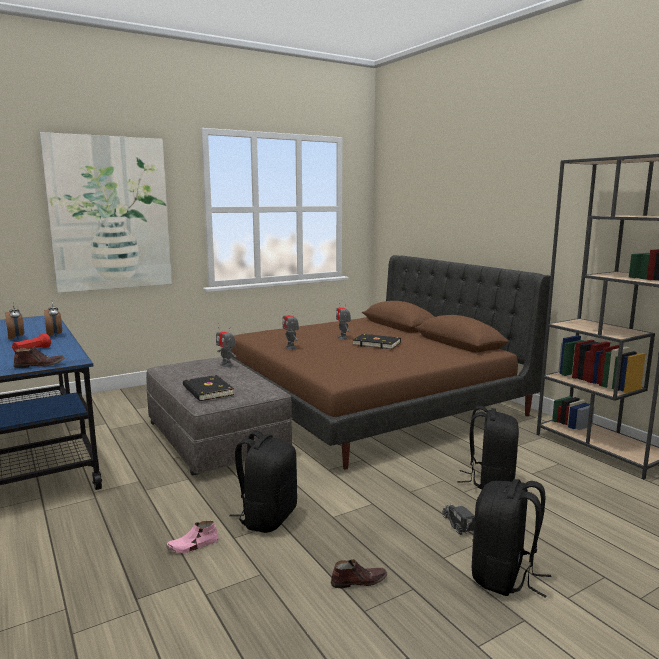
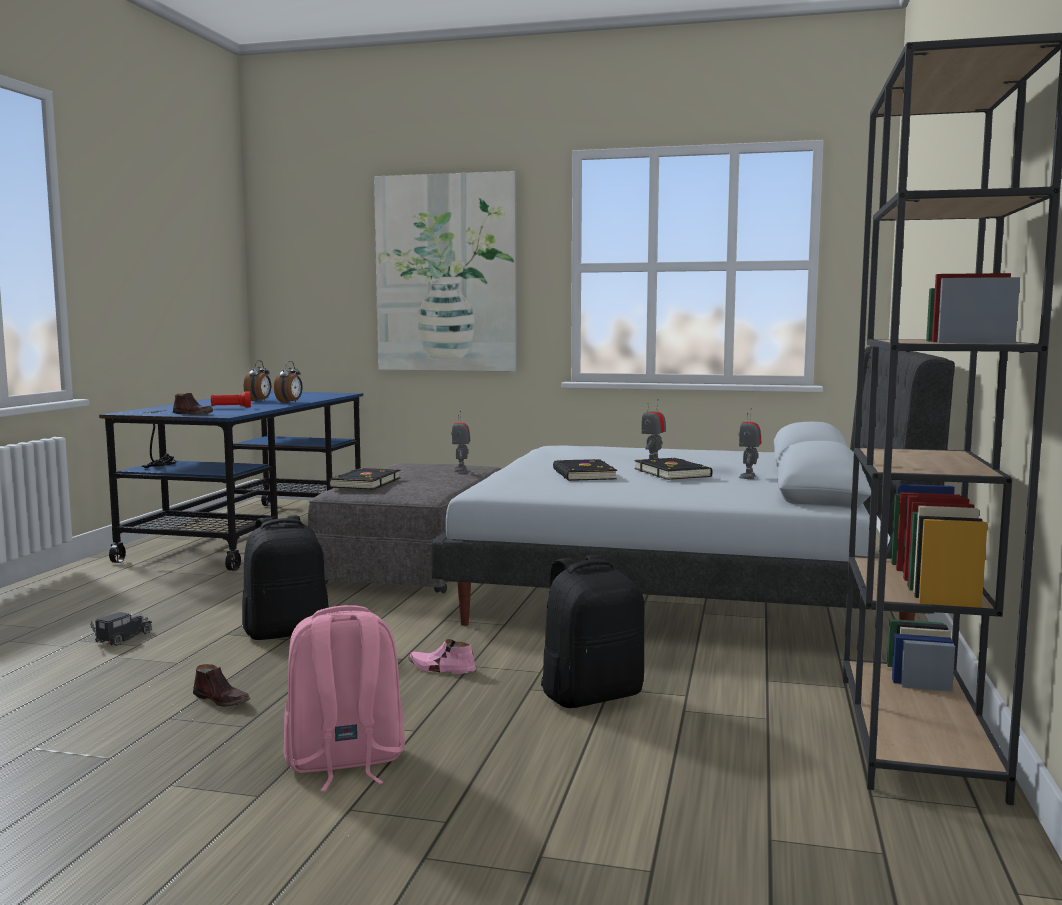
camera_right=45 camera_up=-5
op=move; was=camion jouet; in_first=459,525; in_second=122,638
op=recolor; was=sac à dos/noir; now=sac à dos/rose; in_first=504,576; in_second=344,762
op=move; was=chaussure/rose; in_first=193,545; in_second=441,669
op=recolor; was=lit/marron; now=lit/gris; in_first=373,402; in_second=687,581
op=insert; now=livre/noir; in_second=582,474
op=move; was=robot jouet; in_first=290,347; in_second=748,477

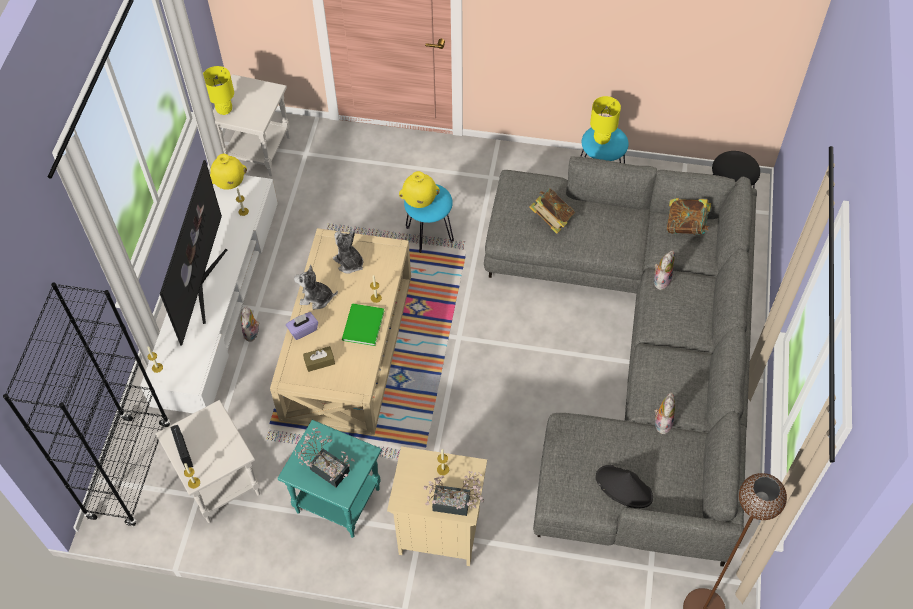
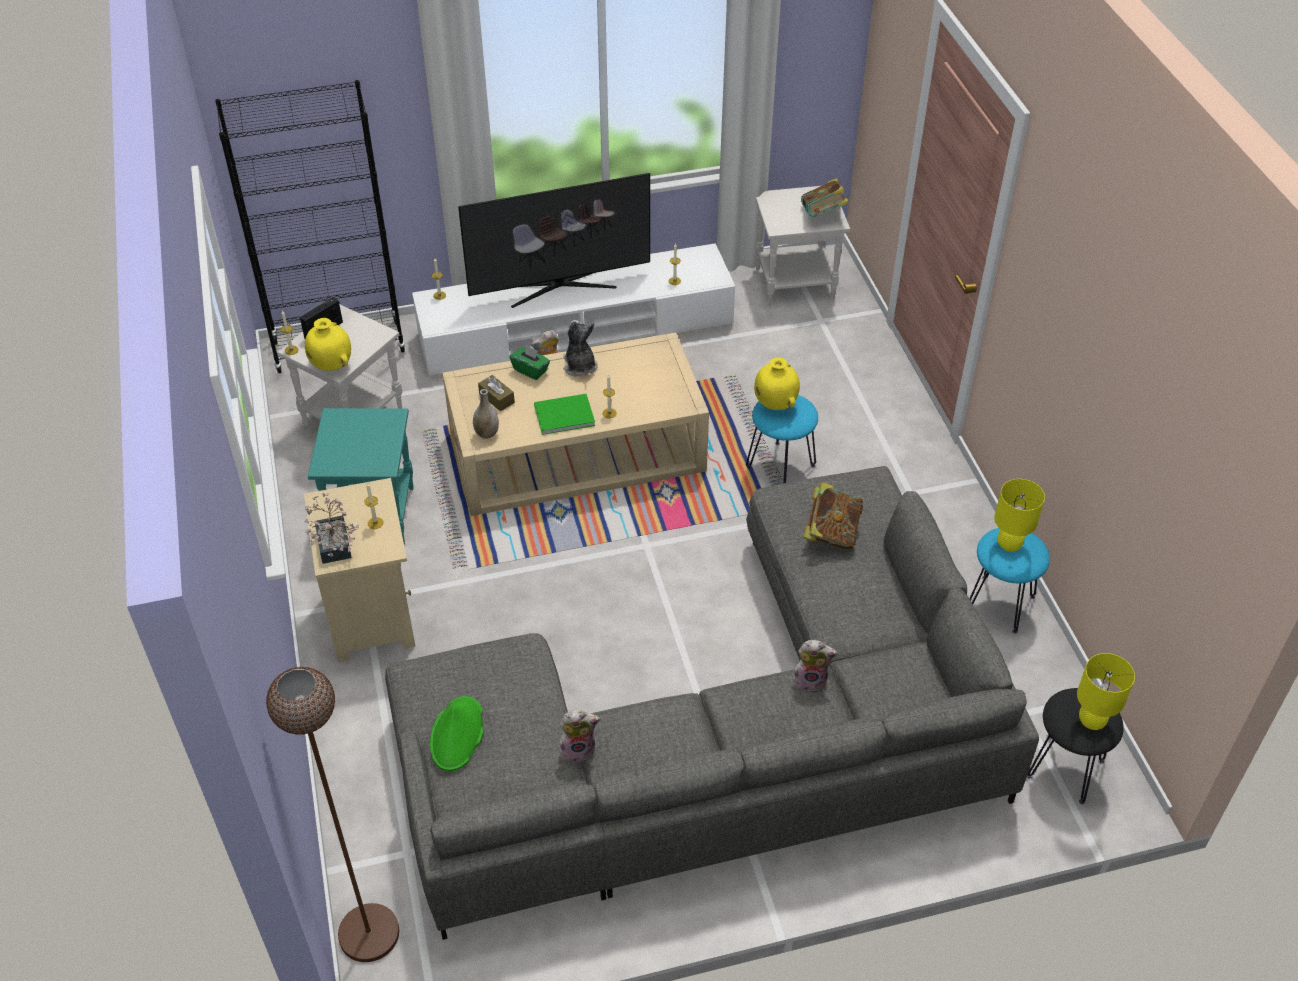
camera_right=65 camera_up=-10
op=move; was=vase/jaune; in_first=229,184; in_second=331,365
op=recolor; was=chapeau/noir; now=chapeau/vert; in_first=624,487; in_second=457,735
op=insert; now=vase/gris; in_second=487,433
op=recolor; was=boîte à mouchoirs/violet; now=boîte à mouchoirs/vert; in_first=303,330; in_second=530,370
op=move; was=livre; in_first=686,226; in_second=823,215
op=move; was=lampe de table/jaune; in_first=225,110; in_second=1092,722
op=delete; was=plante en pot; in_first=326,467
op=delete; was=peluche; in_first=349,262

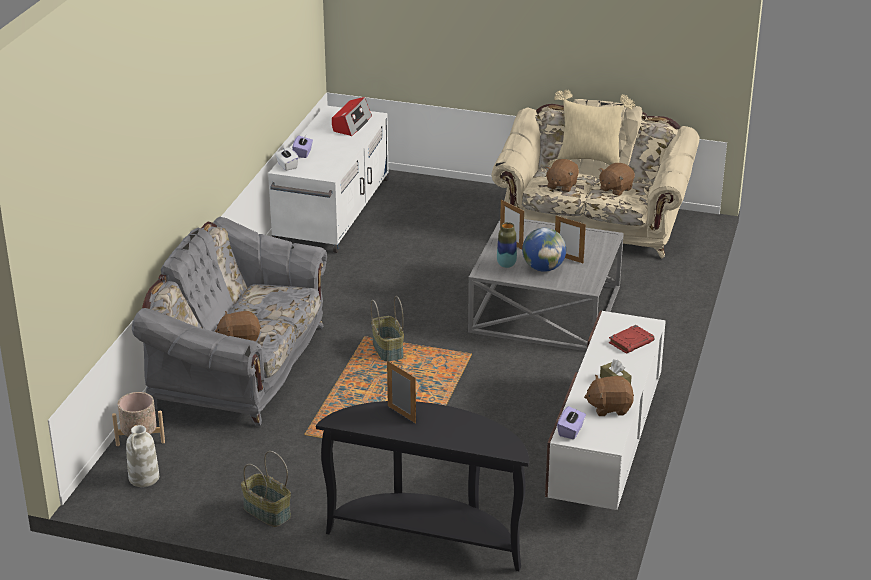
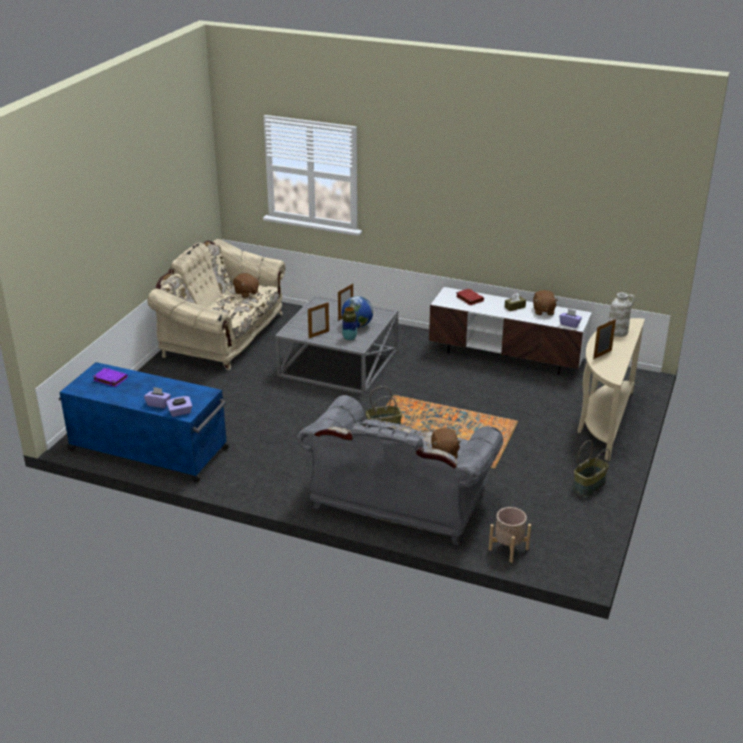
camera_right=-85 camera_up=0
op=recolor; was=meuble de rangement/blanc; now=meuble de rangement/bleu; in_first=333,210; in_second=148,449
op=replace; was=radio; now=livre/violet; in_first=351,124; in_second=110,379
op=recolor; was=boîte à mouchoirs/blanc; now=boîte à mouchoirs/violet; in_first=287,165; in_second=180,412
op=recolor; was=table console/noir; now=table console/beige; in_first=429,535; in_second=603,421
op=move; was=vase/blanc; in_first=144,478; in_second=617,331
op=delete; was=peluche/marron; in_first=561,186
op=delete; was=coussin/beige; in_first=589,169

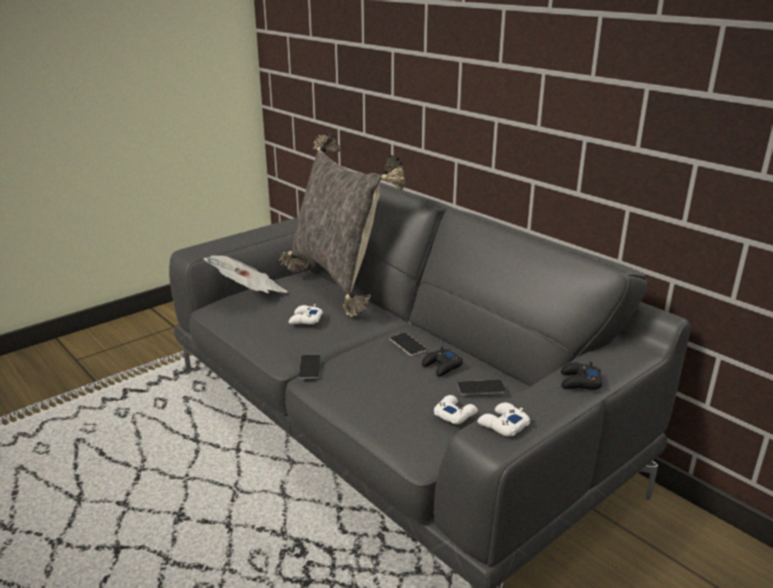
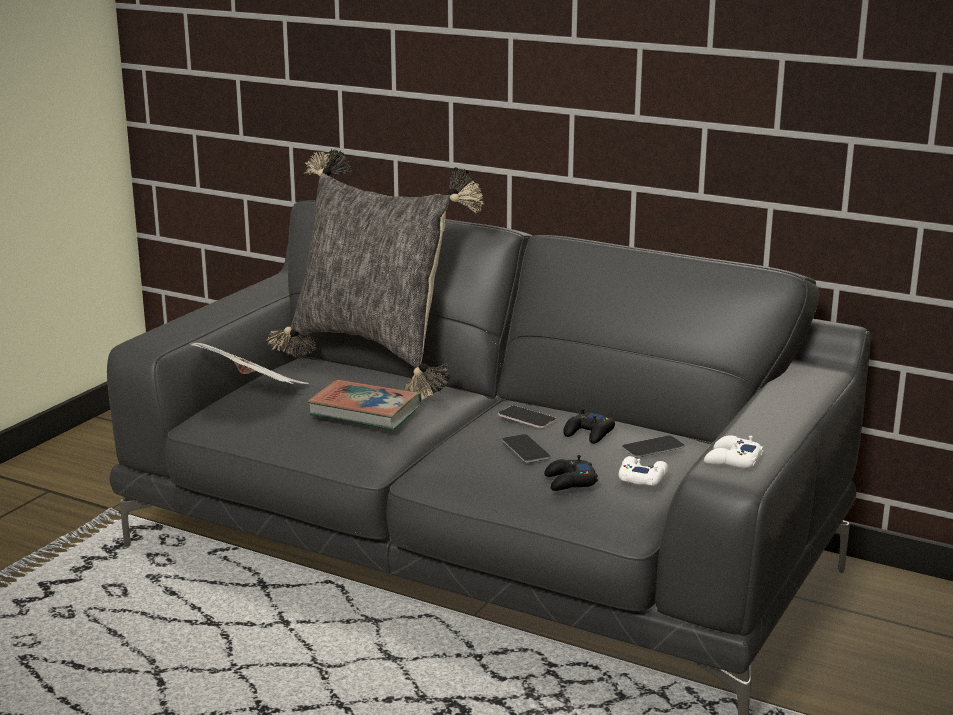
camera_right=-20 camera_up=-5
op=replace; was=manette/blanc; now=livre; in_first=305,320; in_second=365,411
op=move; was=téléphone; in_first=310,367; in_second=525,449
op=move; was=manette/noir; in_first=579,382; in_second=570,482

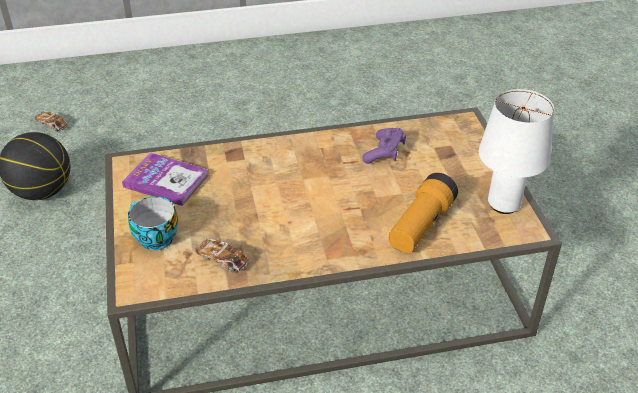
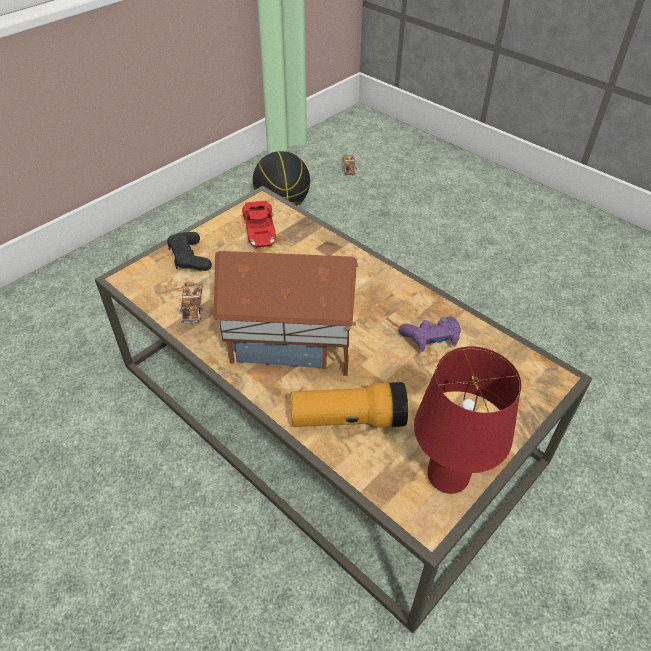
camera_right=55 camera_up=5
op=replace; was=tasse; now=manette/noir; in_first=153,238; in_second=189,258
op=insert; now=maison miniature; in_second=291,345
op=replace; was=livre; now=petite voiture/rouge; in_first=166,181; in_second=260,229
op=recolor; was=lampe de table/blanc; now=lampe de table/rouge; in_first=502,204; in_second=447,476

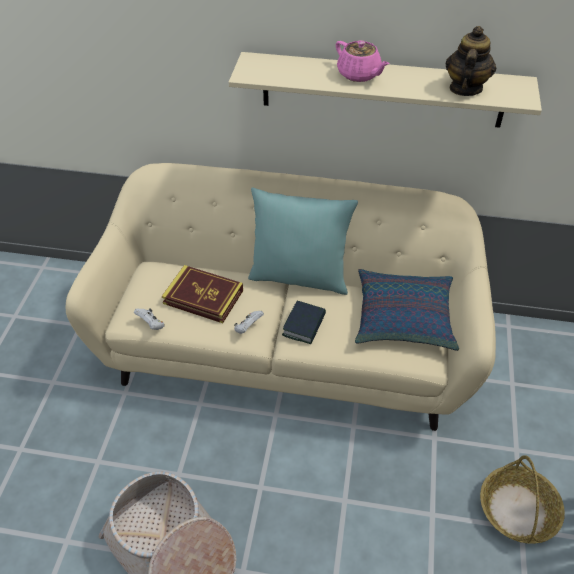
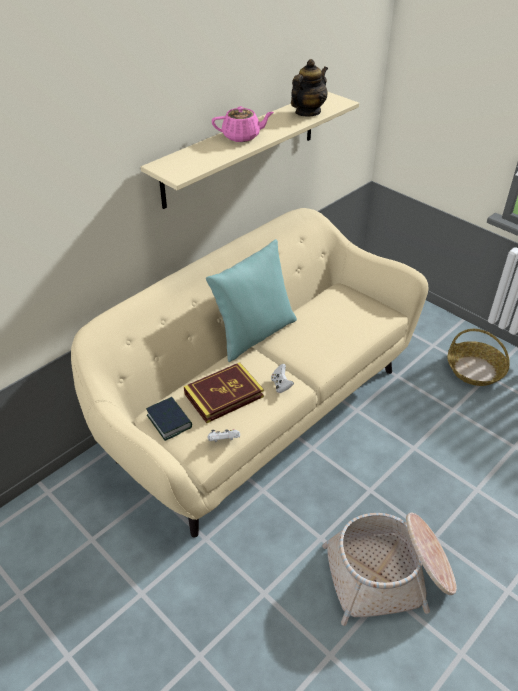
camera_right=-55 camera_up=-5
op=move; was=livre; in_first=304,325; in_second=169,421
op=rotate; was=théière; in_first=465,88; in_second=307,112; clockwise=75
op=delete; was=coussin/bleu; in_first=403,318

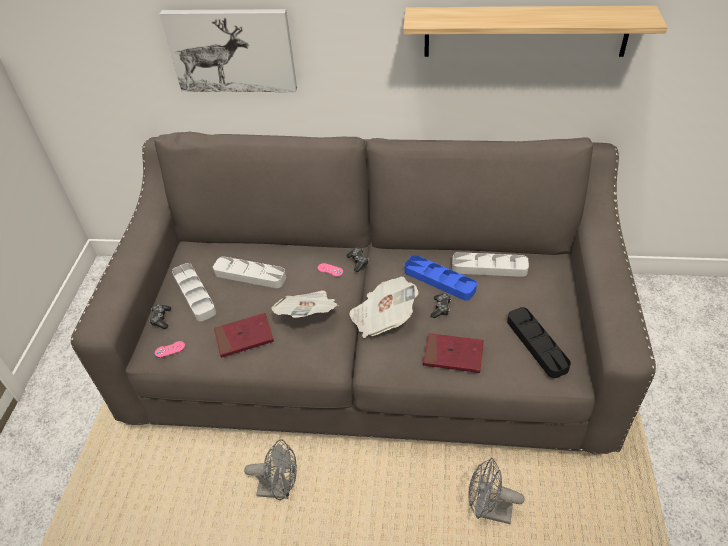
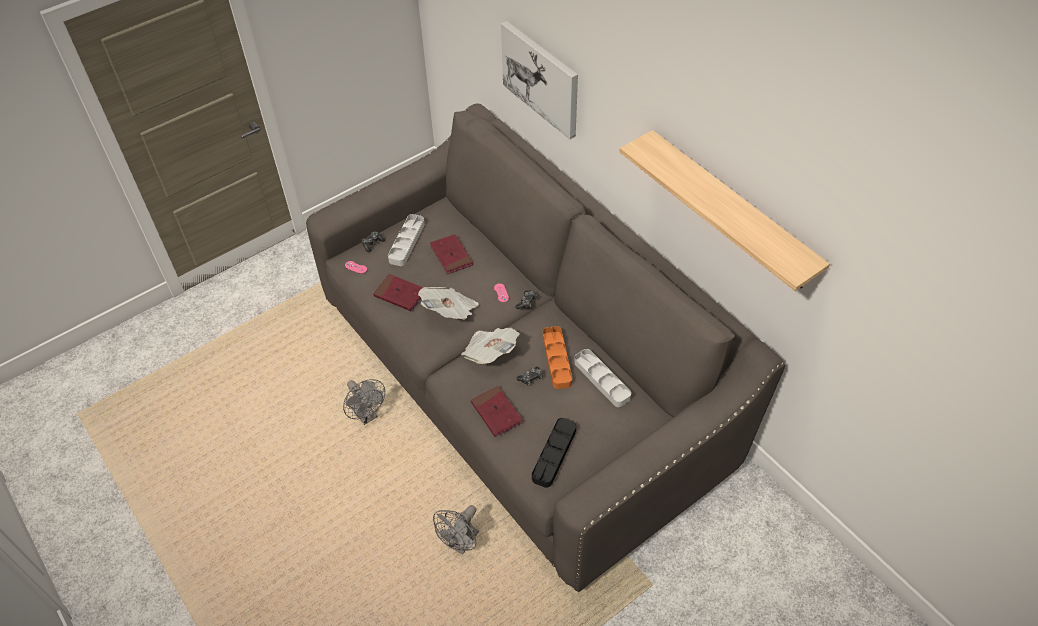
camera_right=45 camera_up=5
op=replace; was=plateau/gris; now=livre/rouge; in_first=250,275; in_second=451,255
op=rotate; was=ventilateur/gris; in_first=488,510; in_second=461,544; clockwise=-120
op=recolor; was=plateau/bleu; now=plateau/orange; in_first=439,280; in_second=557,359

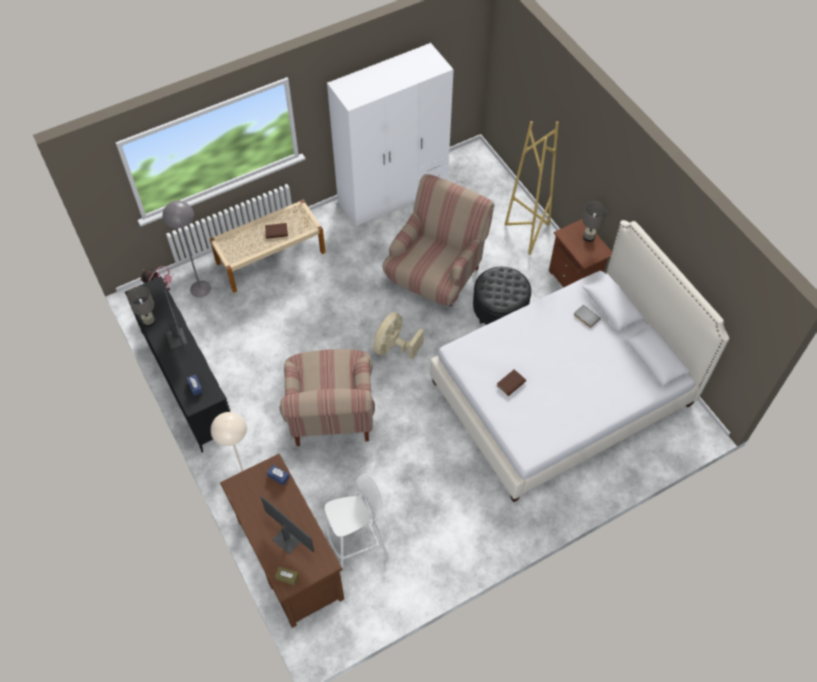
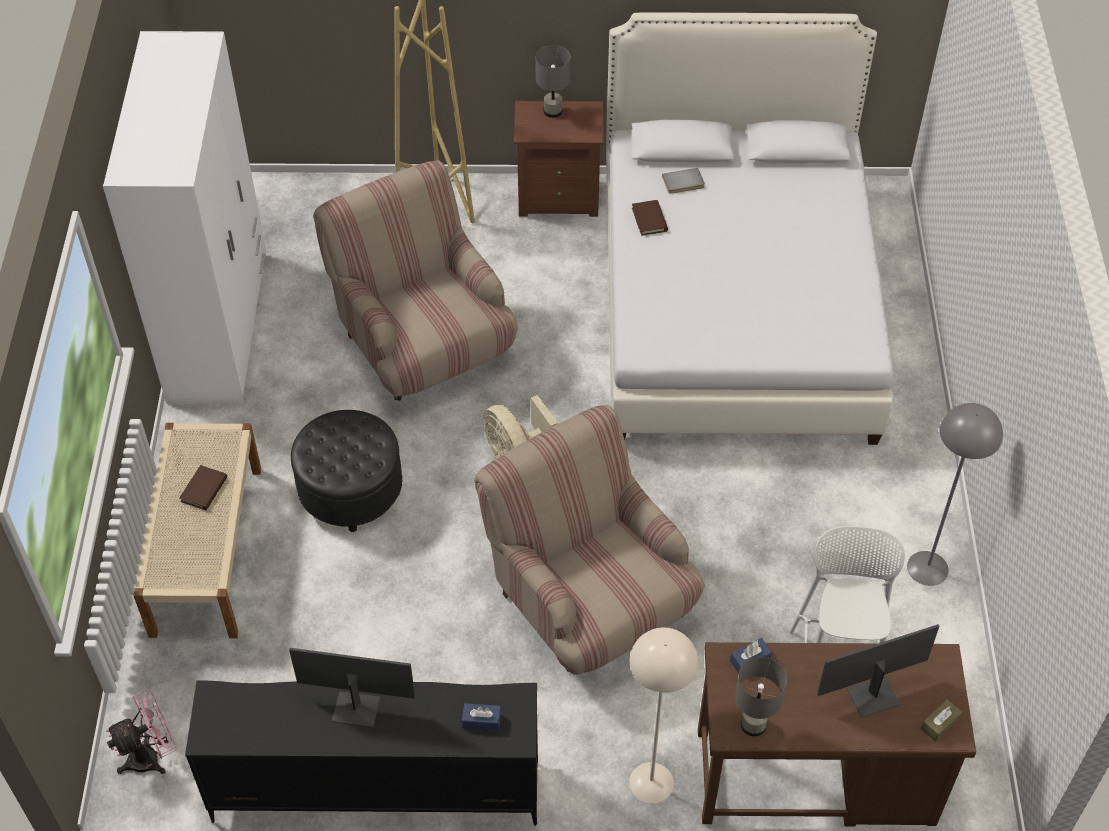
camera_right=-60 camera_up=-5
op=move; was=pouf/noir; in_first=499,310; in_second=351,492
op=rotate; was=fauteuil/beige; in_first=331,416; in_second=588,602; clockwise=-150
op=move; was=livre/marron; in_first=511,383; in_second=649,219
op=move; was=lampe de table/gris; in_first=148,321; in_second=752,725
op=move; was=lampadaire/gris; in_first=200,288; in_second=927,567

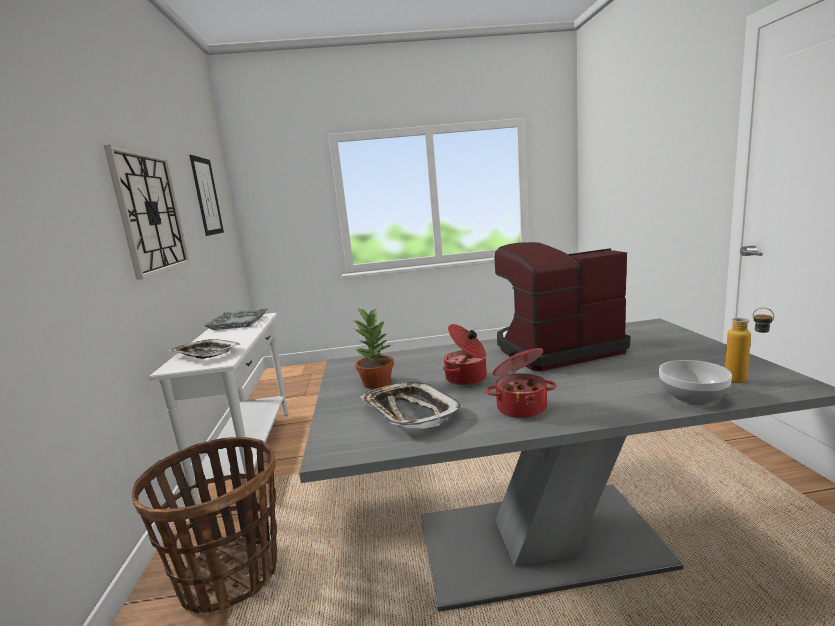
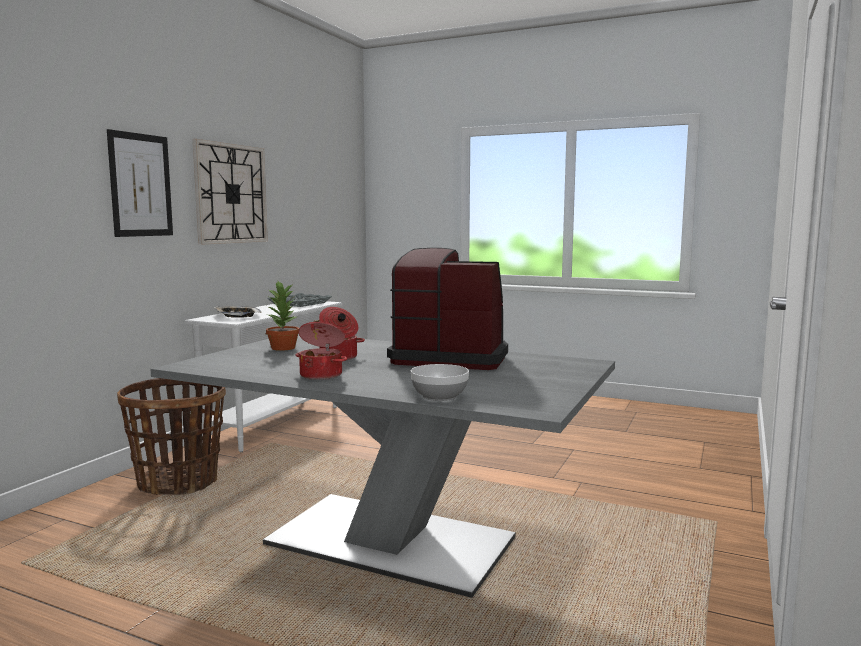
camera_right=30 camera_up=-5
op=move; was=tableau; in_first=207,196; in_second=140,185
op=delete; was=plateau; in_first=410,411
op=delete; was=bouteille; in_first=745,382

